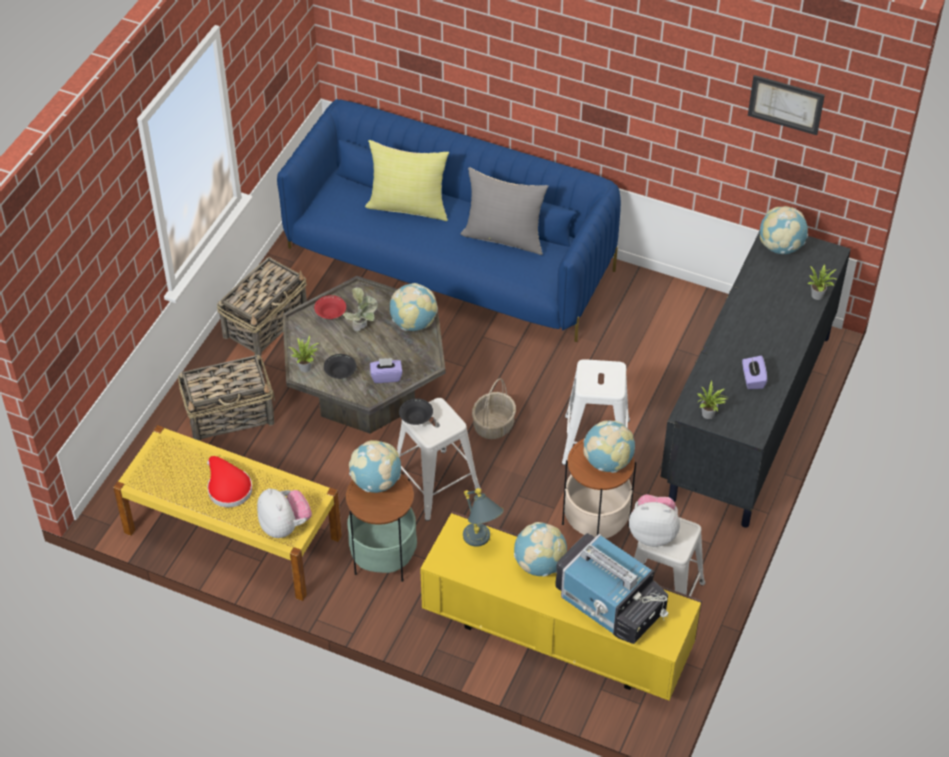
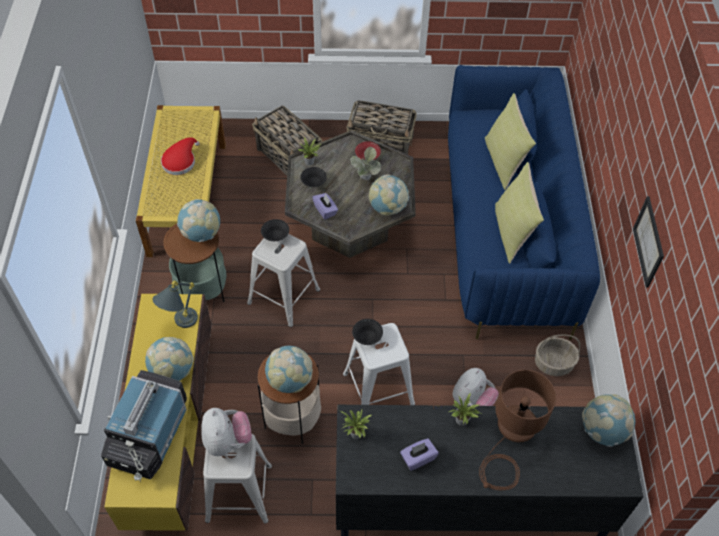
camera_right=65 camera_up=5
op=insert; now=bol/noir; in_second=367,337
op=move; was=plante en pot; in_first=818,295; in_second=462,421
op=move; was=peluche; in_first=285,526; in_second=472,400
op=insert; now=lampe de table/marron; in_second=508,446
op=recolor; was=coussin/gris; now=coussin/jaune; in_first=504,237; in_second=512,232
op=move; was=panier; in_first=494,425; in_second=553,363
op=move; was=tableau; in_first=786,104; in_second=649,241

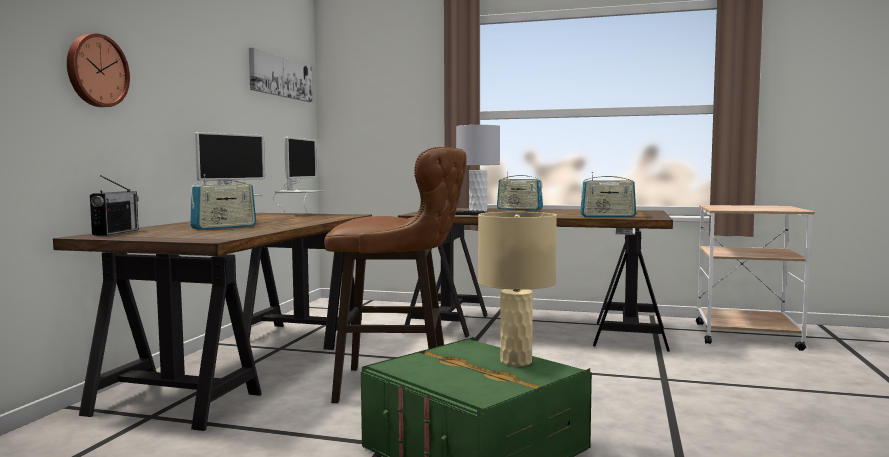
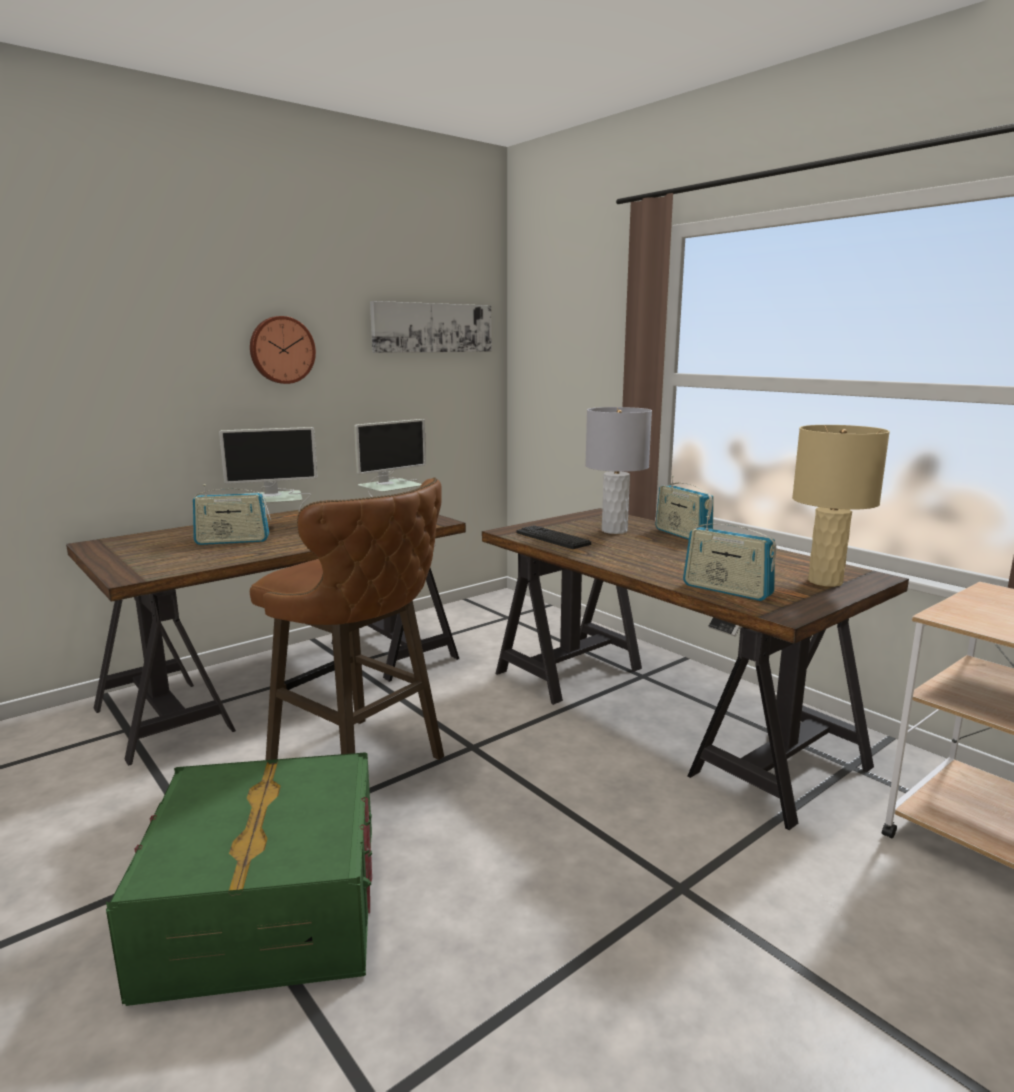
camera_right=35 camera_up=10
op=move; was=horloge murale; in_first=96,71; in_second=281,350
op=move; was=lampe de table/beige; in_first=515,361; in_second=824,581
op=delete; was=radio; in_first=116,232

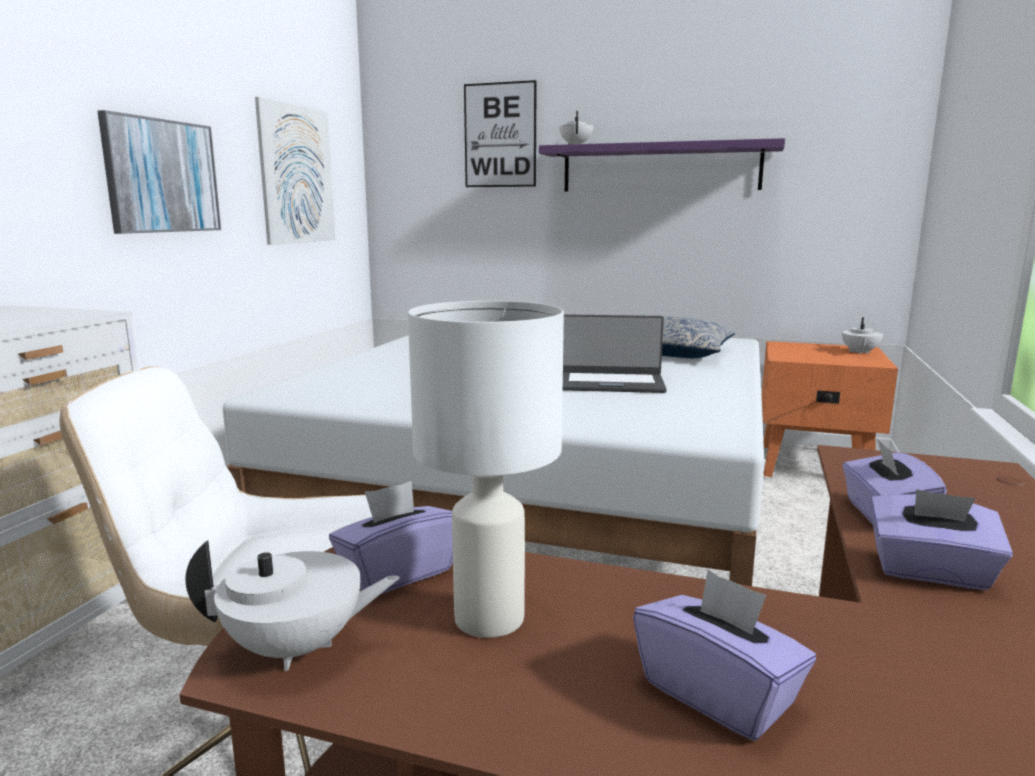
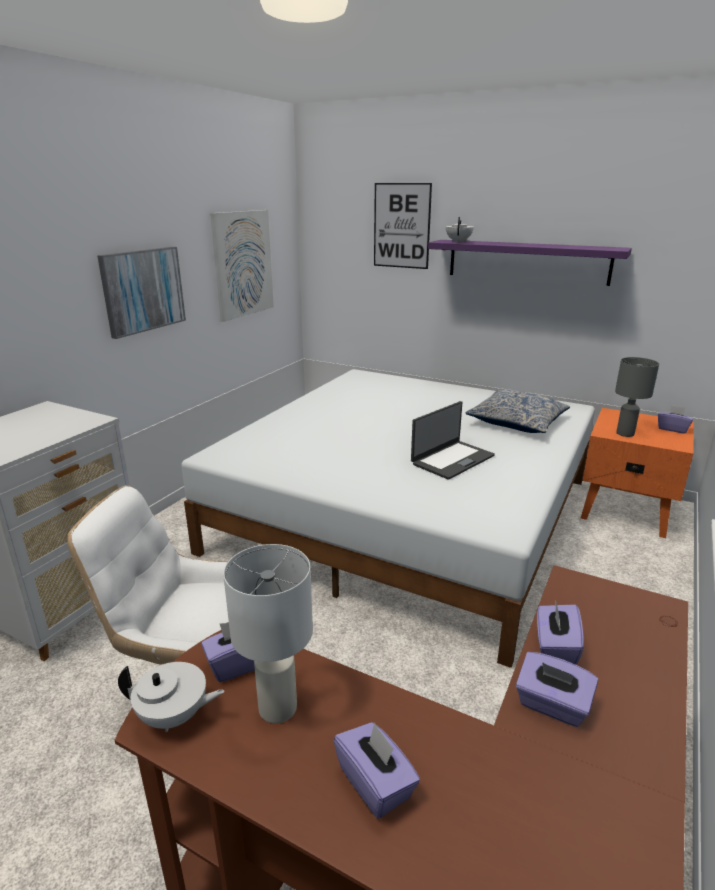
camera_right=10 camera_up=10
op=rotate; was=ordinateur portable; in_first=610,383; in_second=452,459; clockwise=-60
op=insert; now=lampe de table/gris; in_second=625,433
op=replace; was=théière/blanc; now=boîte à mouchoirs/violet; in_first=859,352; in_second=672,429

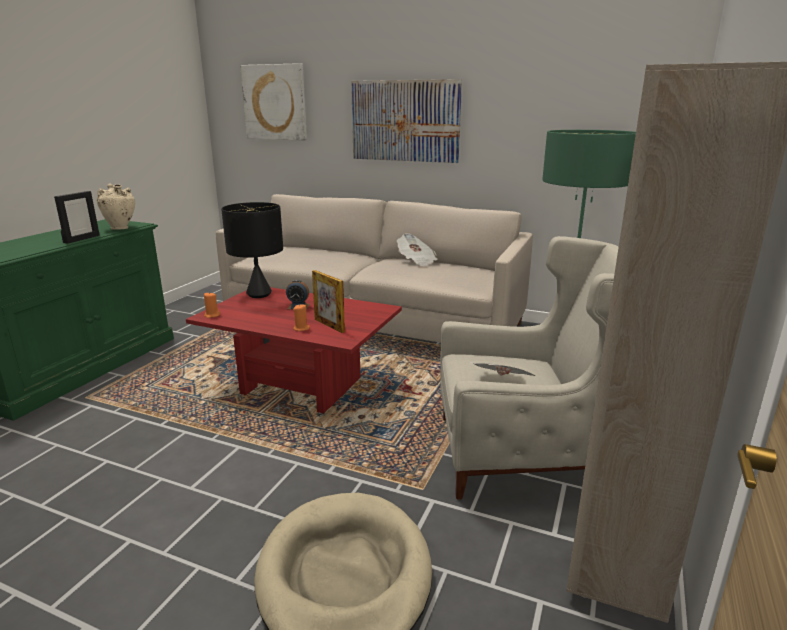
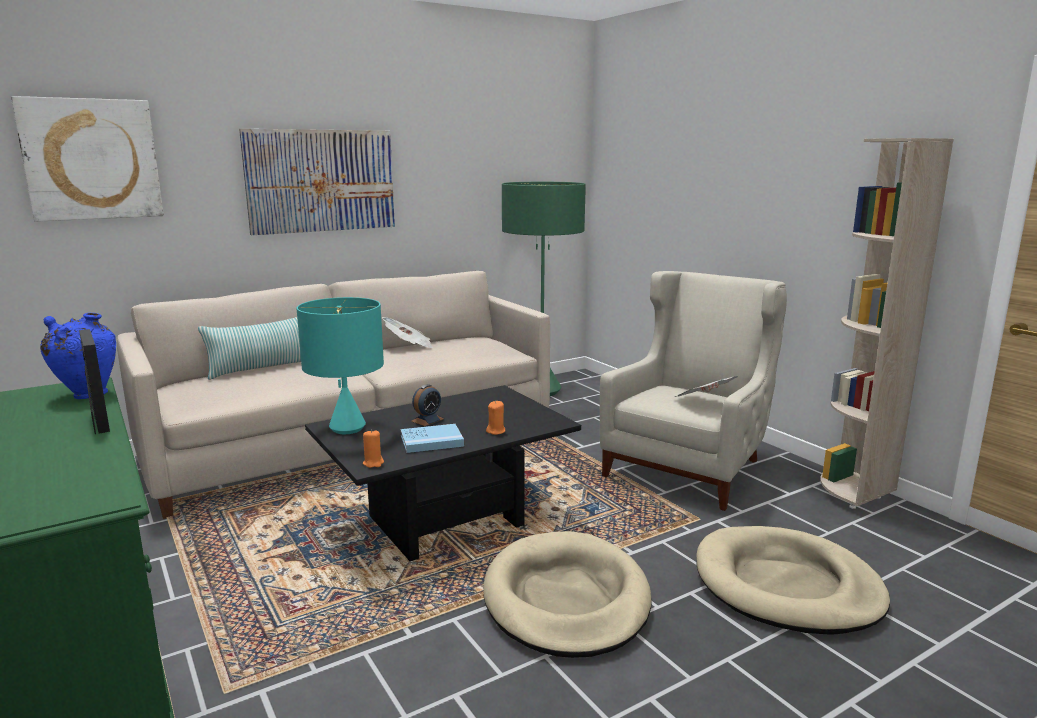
camera_right=-55 camera_up=-5
op=recolor; was=vase/beige; now=vase/bleu; in_first=121,228; in_second=88,395
op=insert; now=coussin; in_second=263,368
op=recolor; was=lampe de table/noir; now=lampe de table/turquoise; in_first=259,295; in_second=348,429
op=recolor; was=table basse/rouge; now=table basse/noir; in_first=301,386; in_second=446,521
op=insert; now=livre/bleu; in_second=431,441
op=insert; now=panier pour chien/beige; in_second=566,599
op=delete; was=cadre photo; in_first=329,325

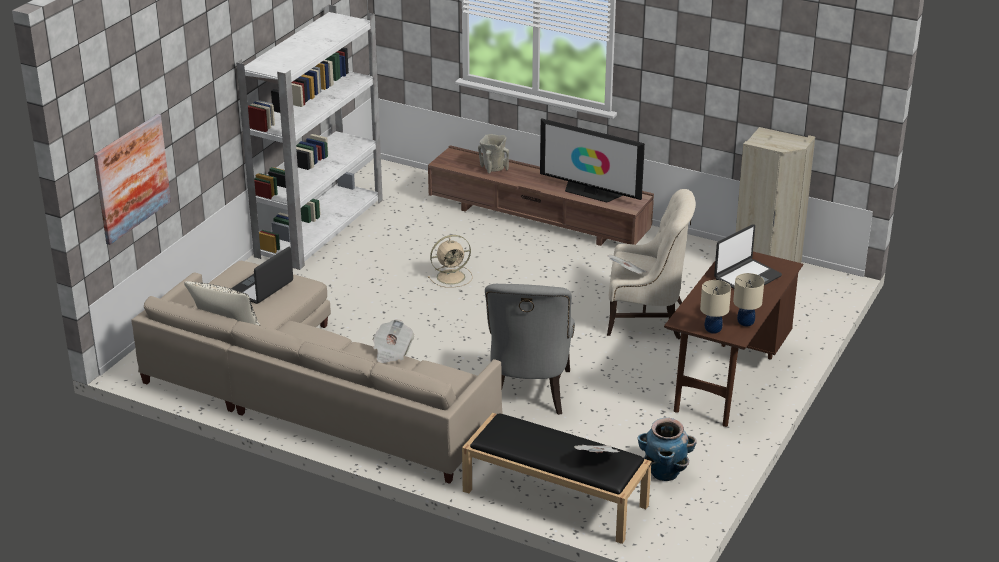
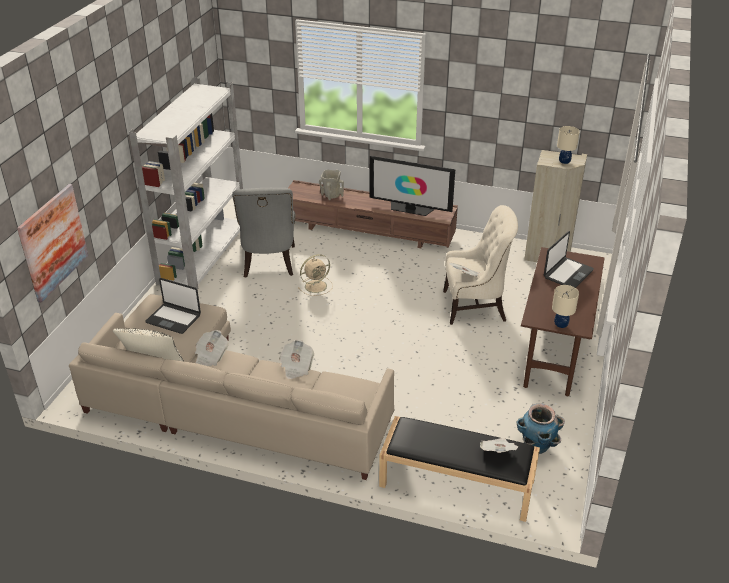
camera_right=-10 camera_up=5
op=rotate; was=ordinateur portable; in_first=261,288; in_second=174,318; clockwise=-90
op=insert; now=journal; in_second=210,356
op=move; was=fauteuil/gris; in_first=529,391; in_second=269,262
op=move; was=lampe de table/beige; in_first=746,323; in_second=565,162

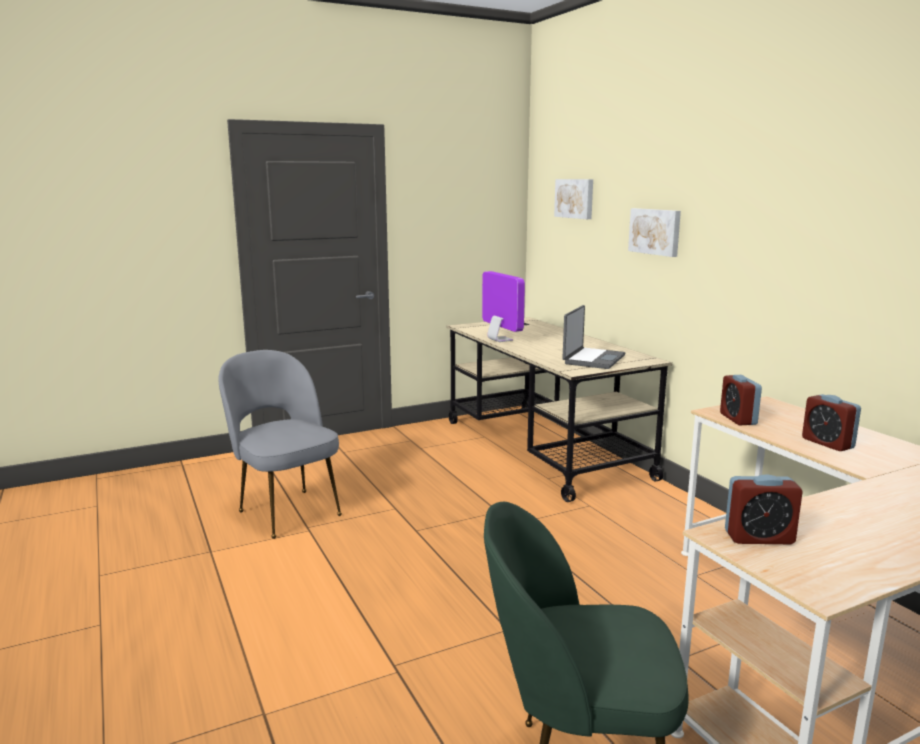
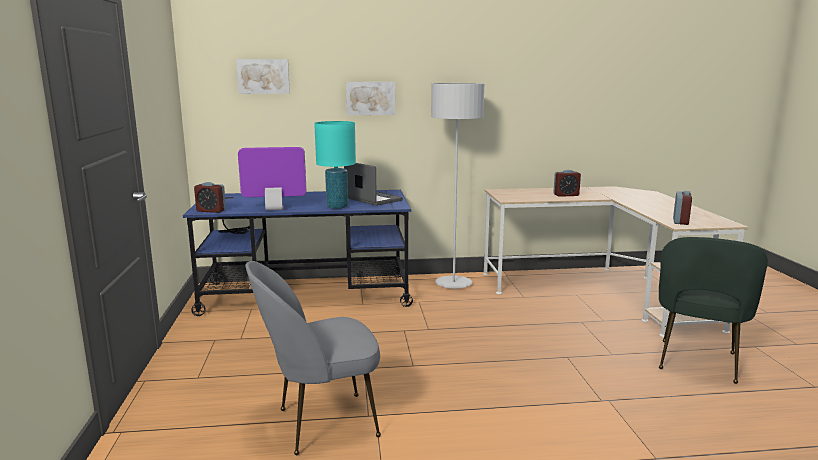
camera_right=-70 camera_up=0
op=recolor; was=bureau/beige; now=bureau/bleu; in_first=543,448; in_second=306,294
op=move; was=réveil; in_first=738,419; in_second=211,211
op=insert; now=lampe de table/turquoise; in_second=337,207
op=insert; now=lampadaire/gris; in_second=453,284

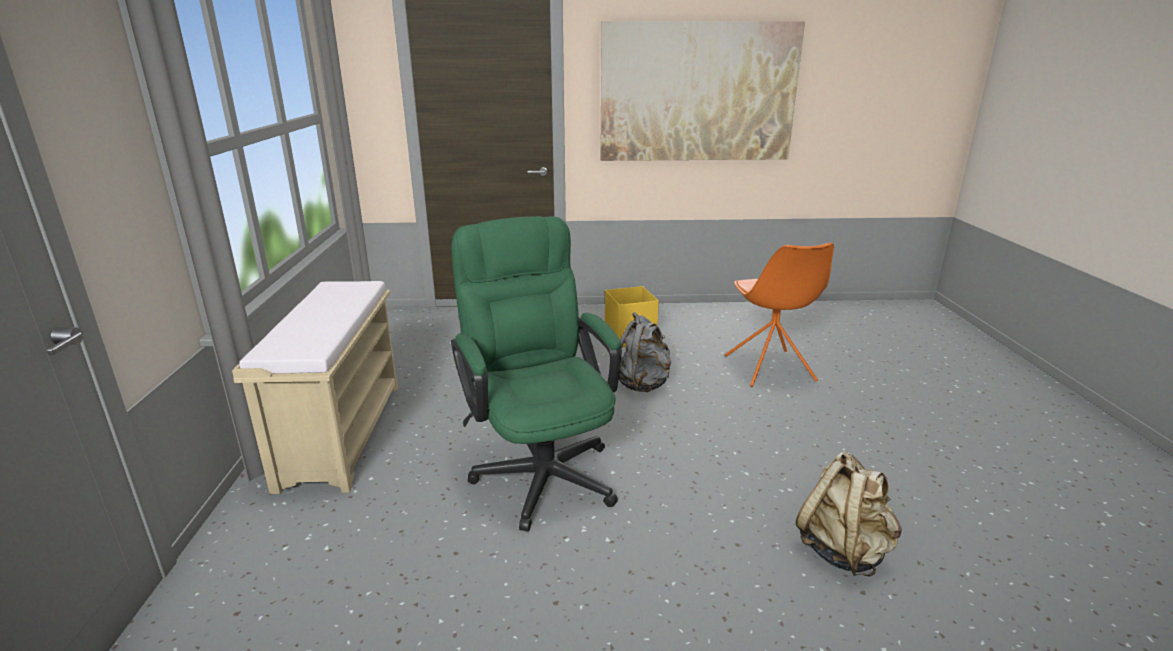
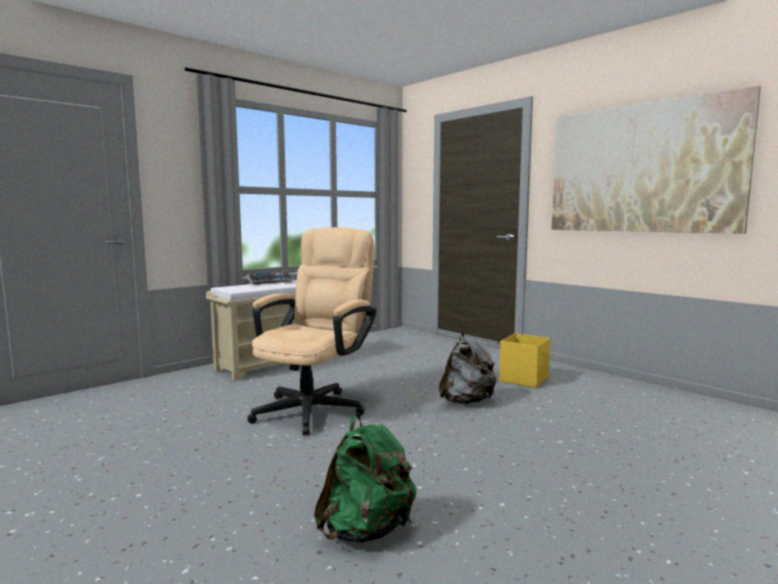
camera_right=50 camera_up=-15
op=insert; now=clavier; in_second=270,282
op=recolor; was=chaise de bureau/vert; now=chaise de bureau/beige; in_first=541,468; in_second=315,407
op=recolor; was=sac à dos/beige; now=sac à dos/vert; in_first=843,550; in_second=366,530
op=delete; was=chaise/orange; in_first=769,369

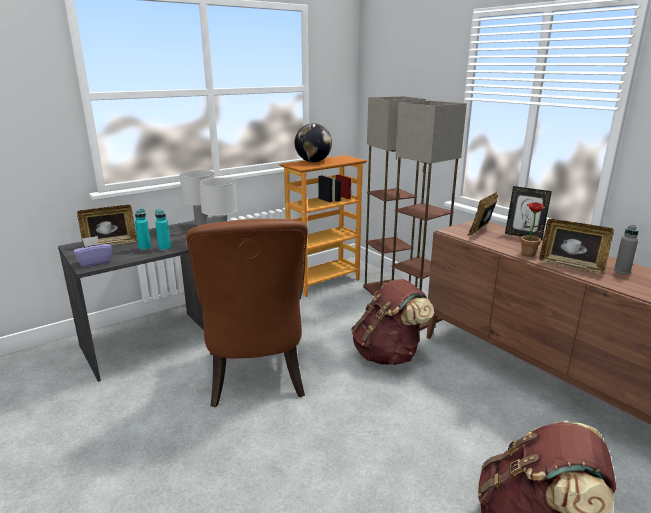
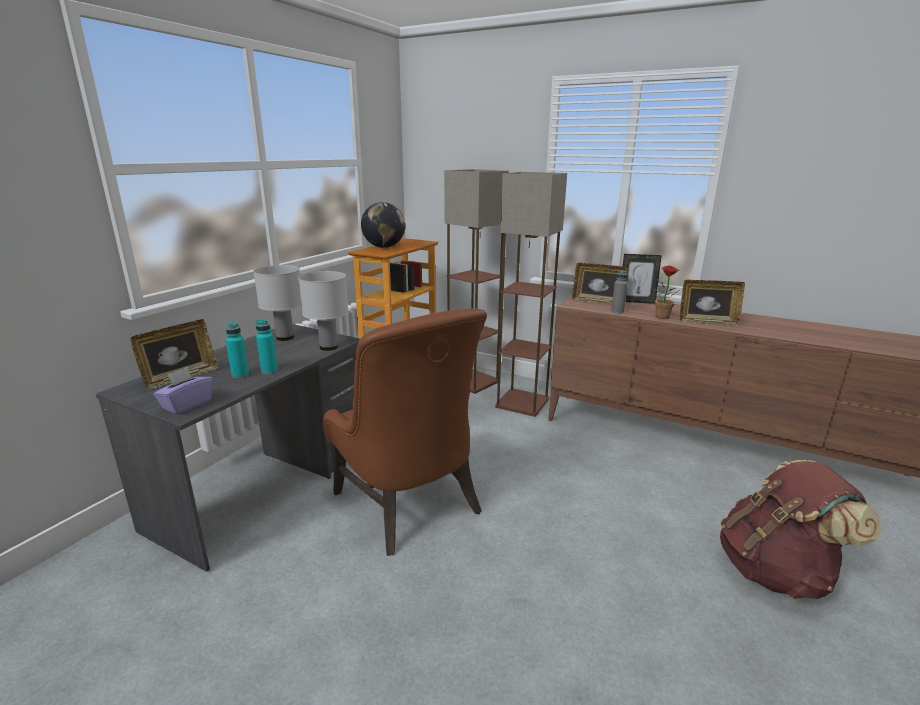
camera_right=-25 camera_up=0
op=rotate; was=cadre photo; in_first=481,231; in_second=597,302; clockwise=-75
op=move; was=bouteille/gris; in_first=622,271; in_second=617,311
op=delete; was=sac à dos/marron; in_first=388,355

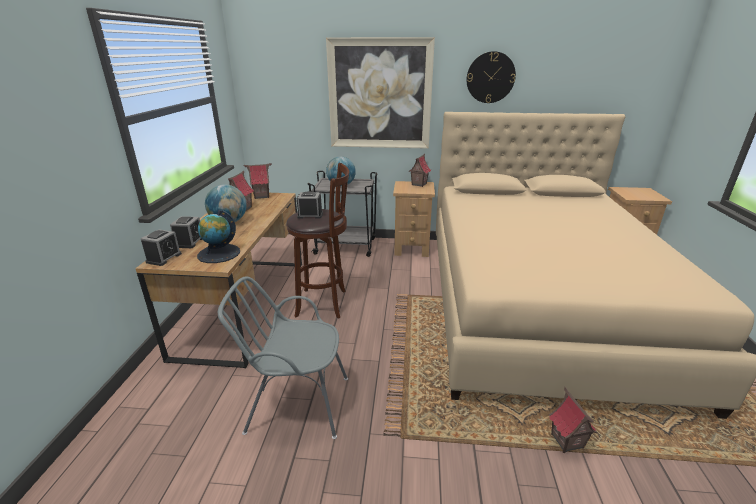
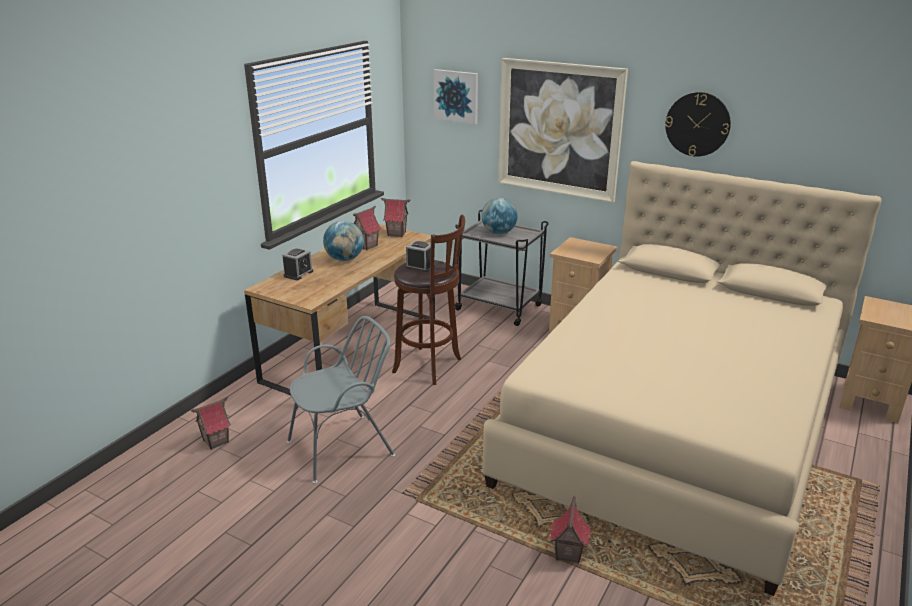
camera_right=25 camera_up=0
op=move; was=maison miniature; in_first=419,184; in_second=216,441
op=rotate; was=chaise/gris; in_first=294,402; in_second=344,446; clockwise=120
op=insert; now=tableau; in_second=456,96
op=delete; was=réveil; in_first=164,258
op=delete; was=globe; in_first=219,253

